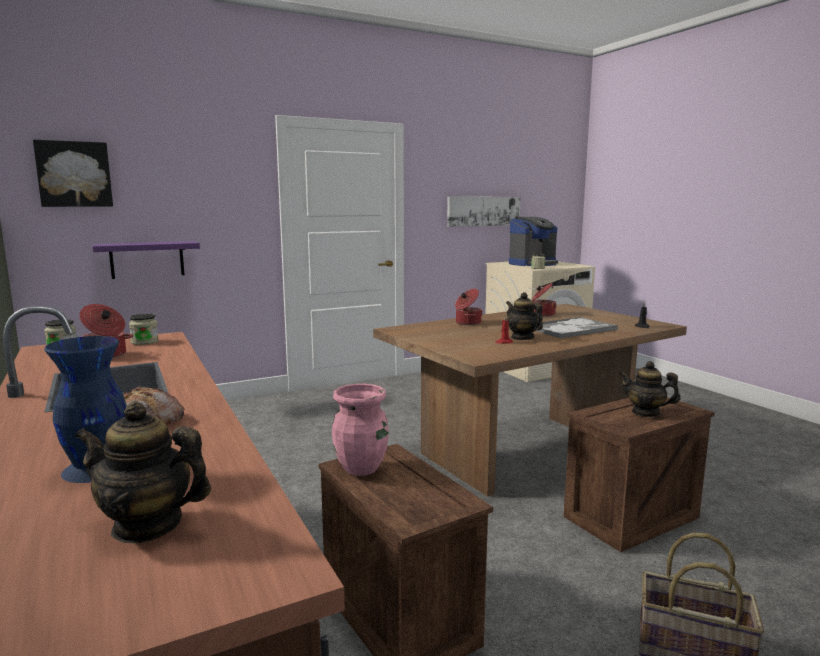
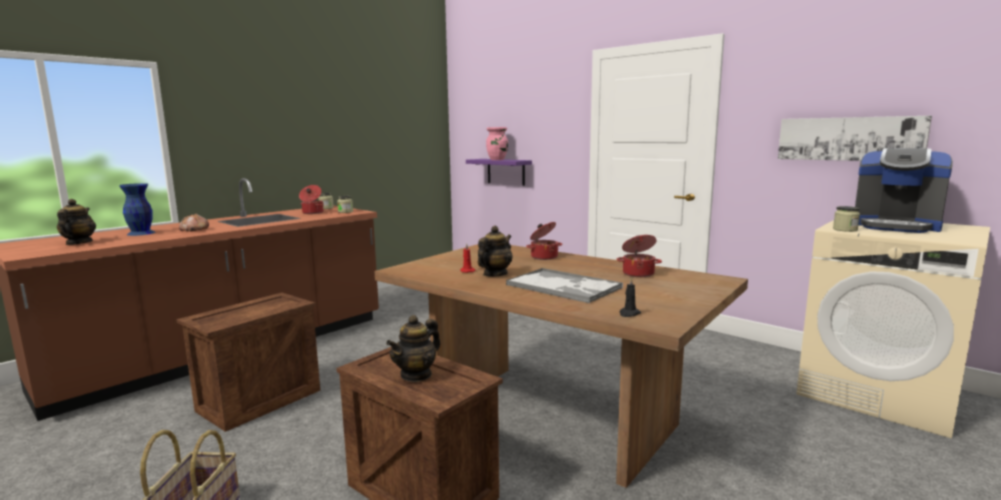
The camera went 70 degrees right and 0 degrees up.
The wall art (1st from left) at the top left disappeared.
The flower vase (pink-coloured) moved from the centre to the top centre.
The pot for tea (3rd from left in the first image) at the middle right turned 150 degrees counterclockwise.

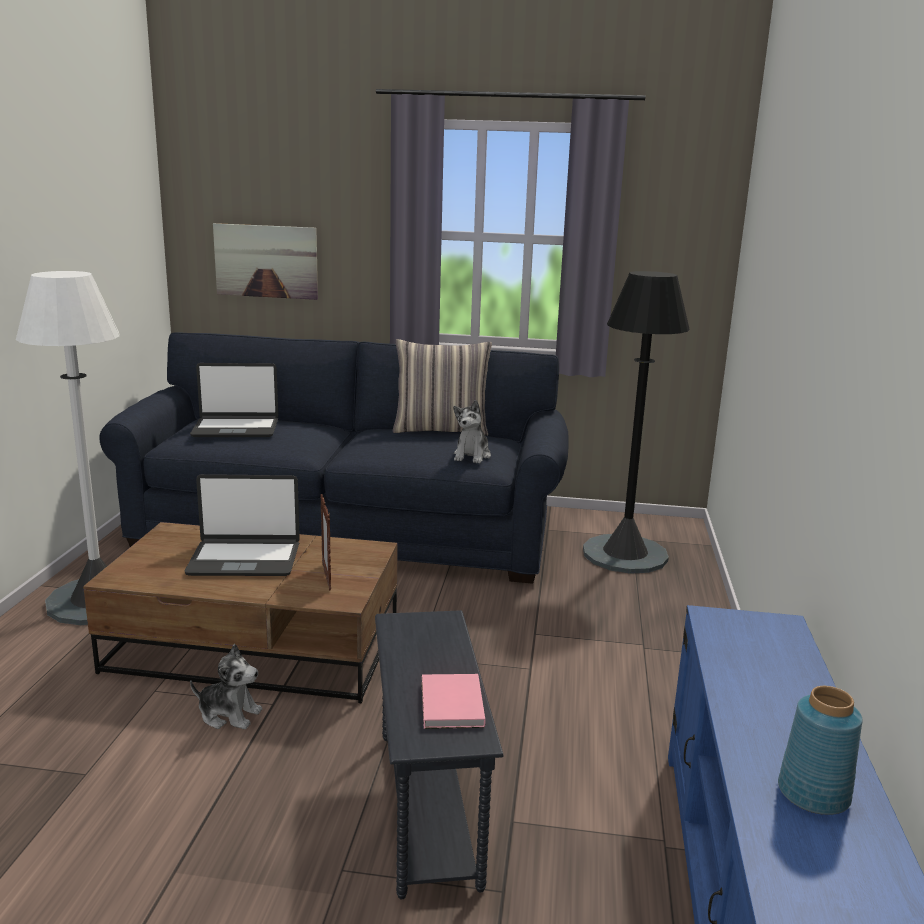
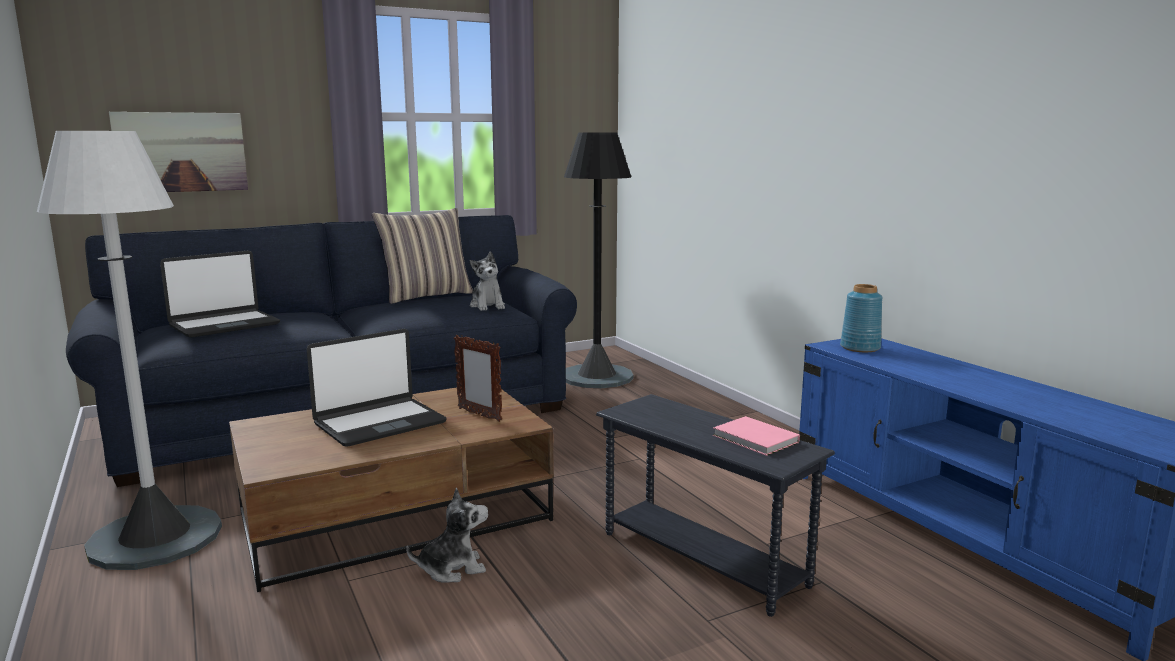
The camera went 35 degrees left and 5 degrees down.
The flower vase (bluish) moved from the bottom right to the middle right.

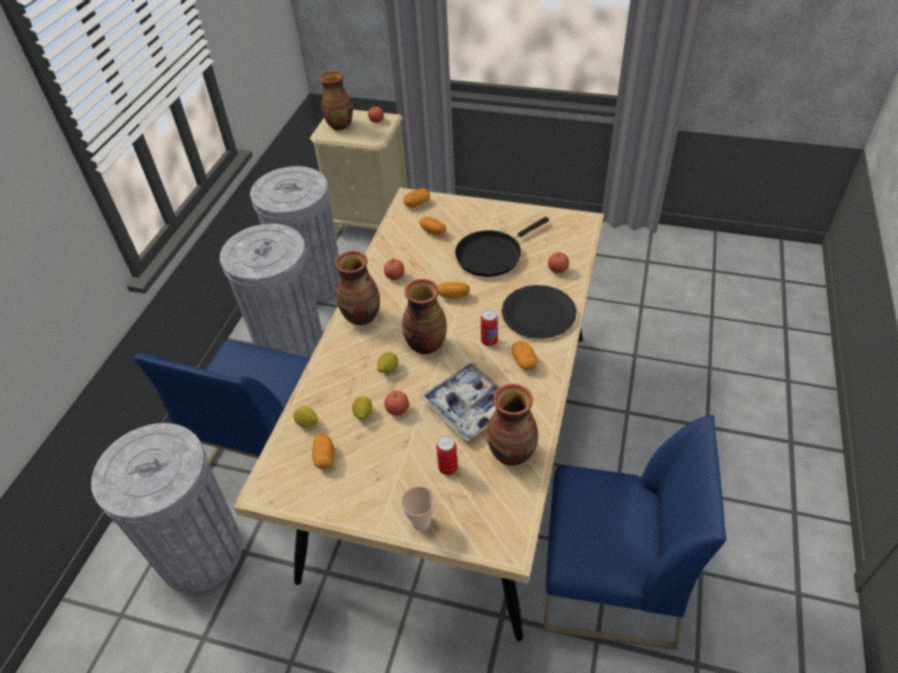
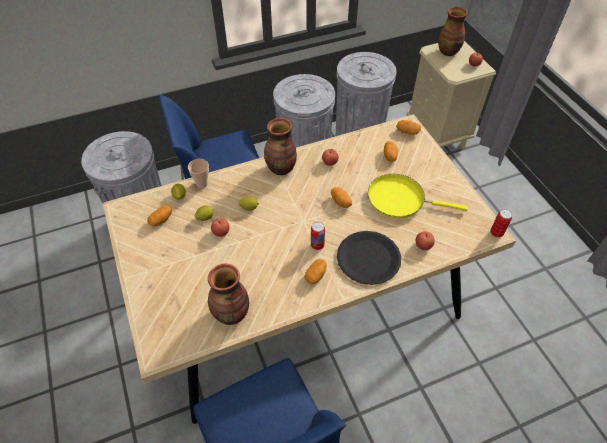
The camera went 50 degrees right and 5 degrees up.
The flower vase (3rd from left) at the centre disappeared.
The serving tray at the centre disappeared.
The cup moved from the bottom centre to the middle left.
The can (1st from left in the first image) moved from the bottom centre to the middle right.
The skillet (black-coloured) at the centre became the skillet (yellow) at the middle right.

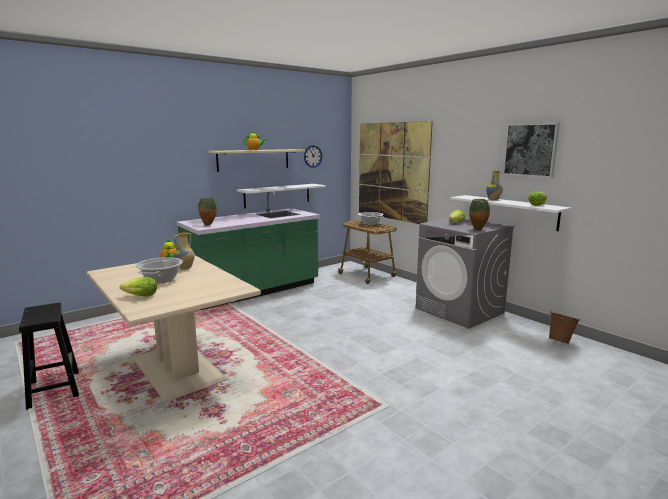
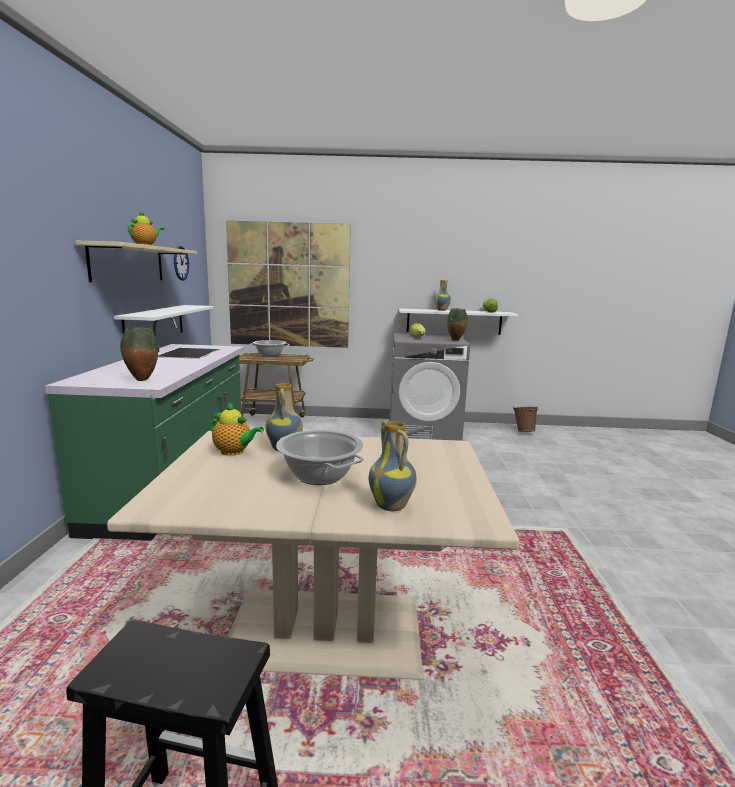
The camera went 50 degrees left and 0 degrees up.
The wall art (2nd from left) at the top right disappeared.
The lettuce head (1st from left) at the middle left was replaced by the flower vase (3rd from left) at the centre.

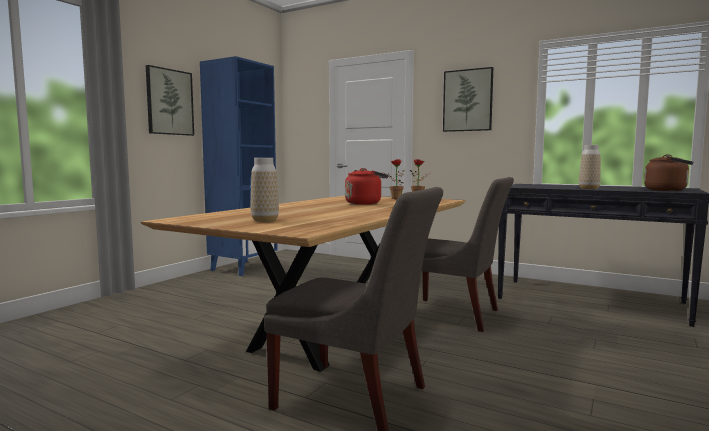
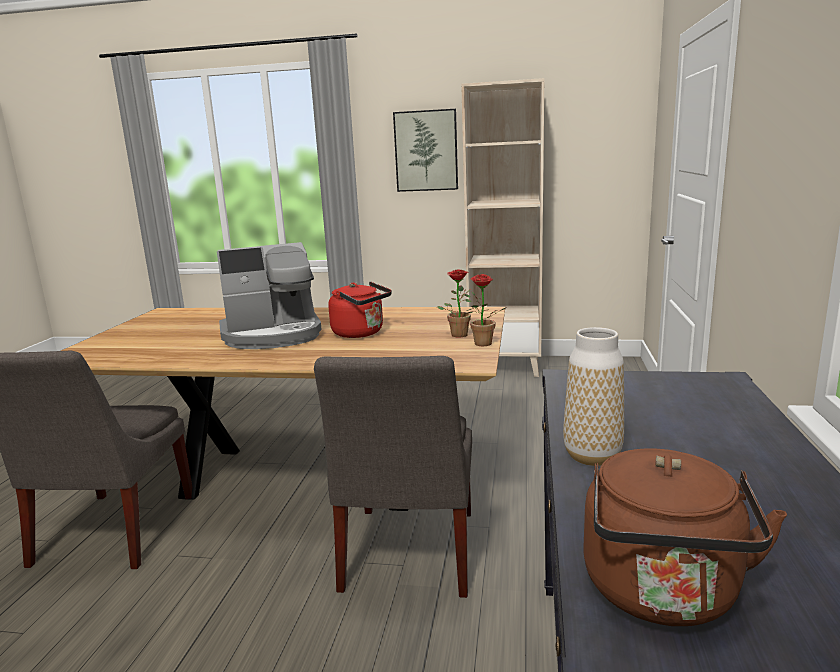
The camera went 70 degrees right and 10 degrees up.
The flower vase (1st from left) at the centre disappeared.
The wall art (2nd from left) at the top centre disappeared.
The coffee brewer at the middle left appeared.
The bookshelf (bluish) at the centre became the bookshelf (beige-coloured) at the centre.

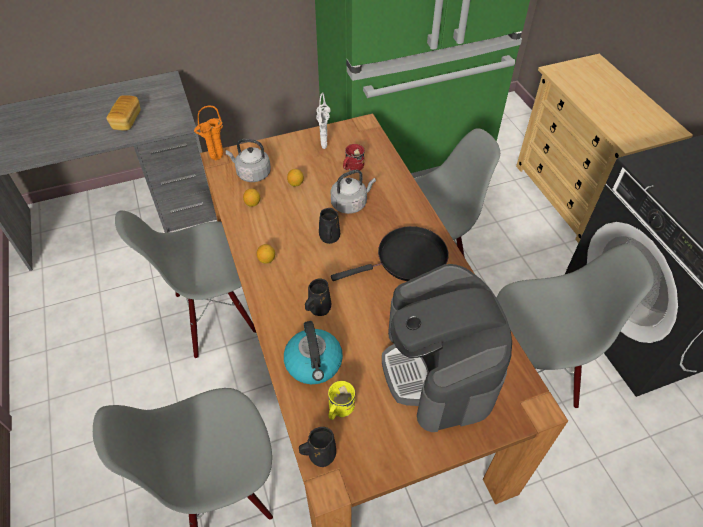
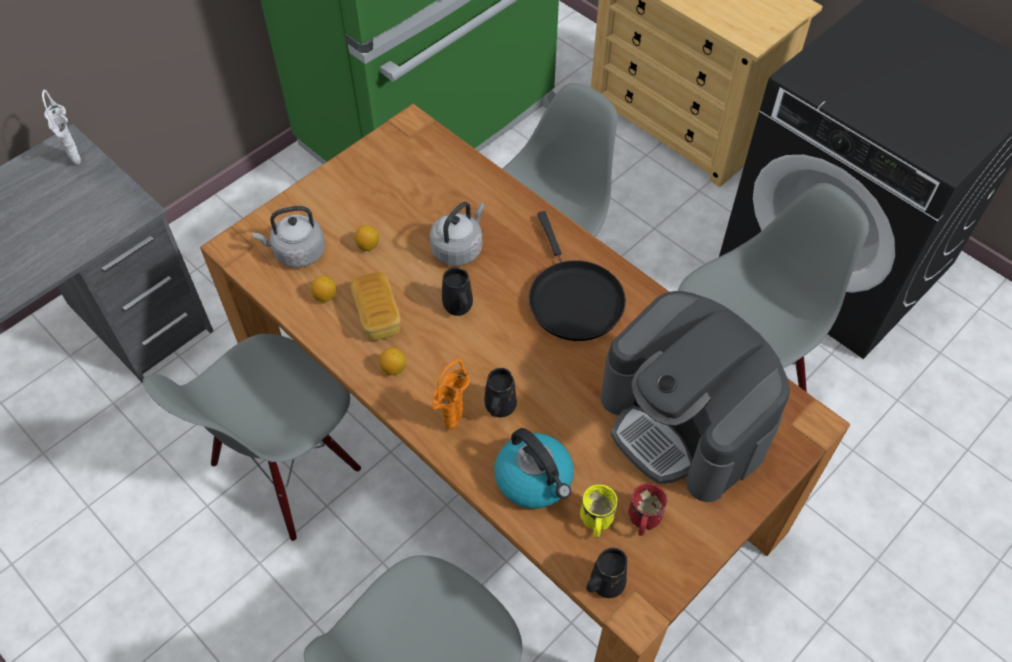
The camera went 25 degrees left and 5 degrees up.
The bread moved from the top left to the centre.
The flower vase (orangey) moved from the top left to the centre.
The flower vase (white) moved from the top centre to the top left.
The mug (reddish) moved from the top centre to the bottom centre.
The skillet (black-coloured) at the centre turned 120 degrees clockwise.

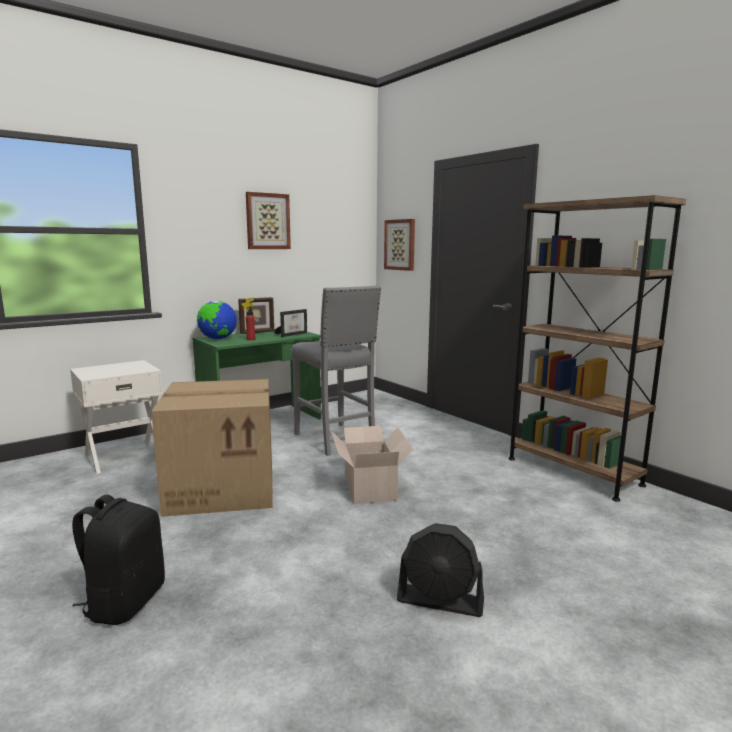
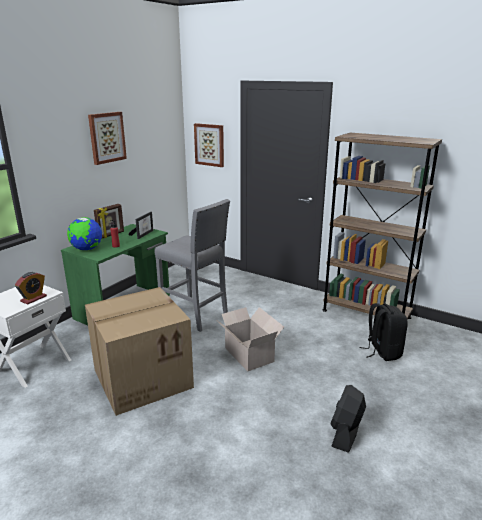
The camera went 20 degrees left and 10 degrees up.
The bedside clock at the middle left appeared.
The rucksack (black-coloured) moved from the bottom left to the middle right.
The electric fan (black-coloured) at the bottom centre turned 120 degrees clockwise.

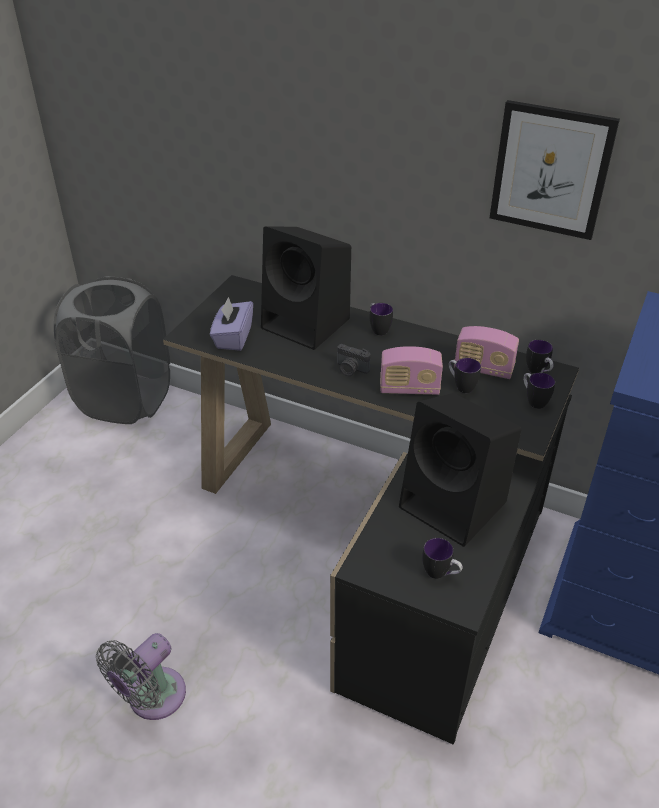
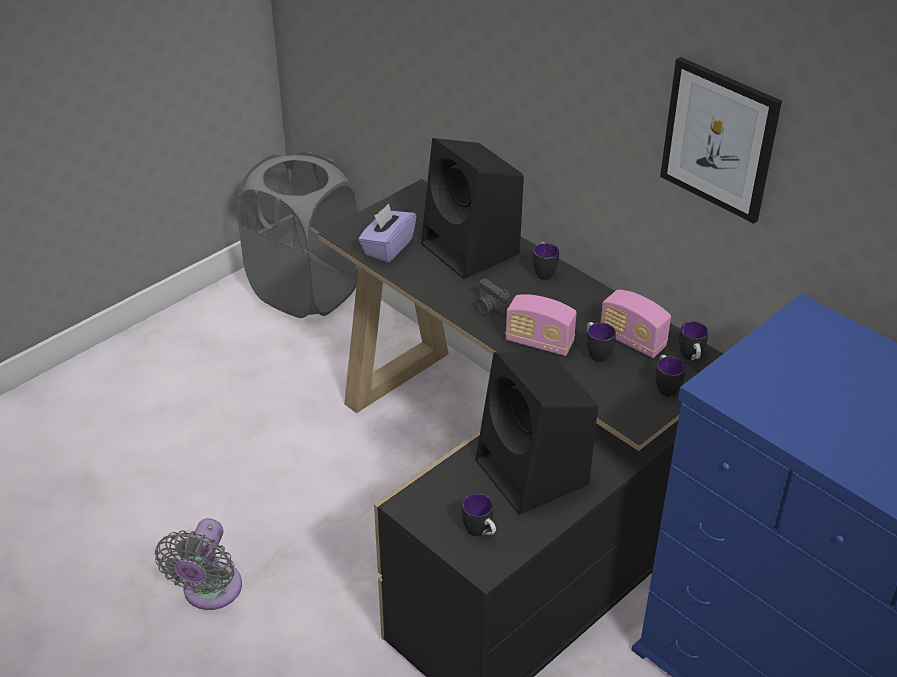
The camera went 20 degrees right and 0 degrees up.
The electric fan (grey) at the bottom left turned 45 degrees counterclockwise.

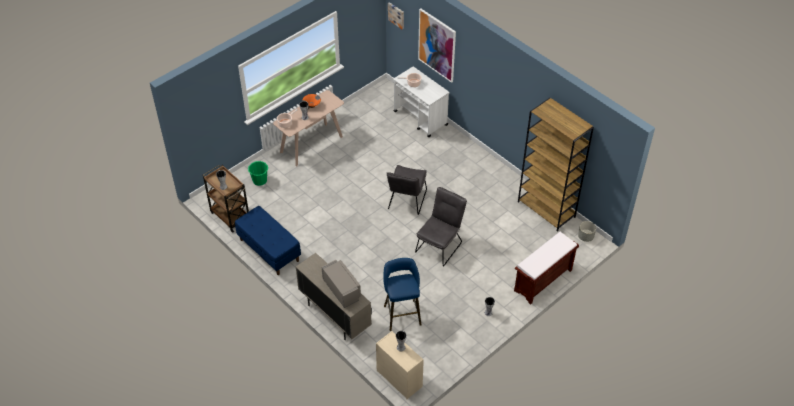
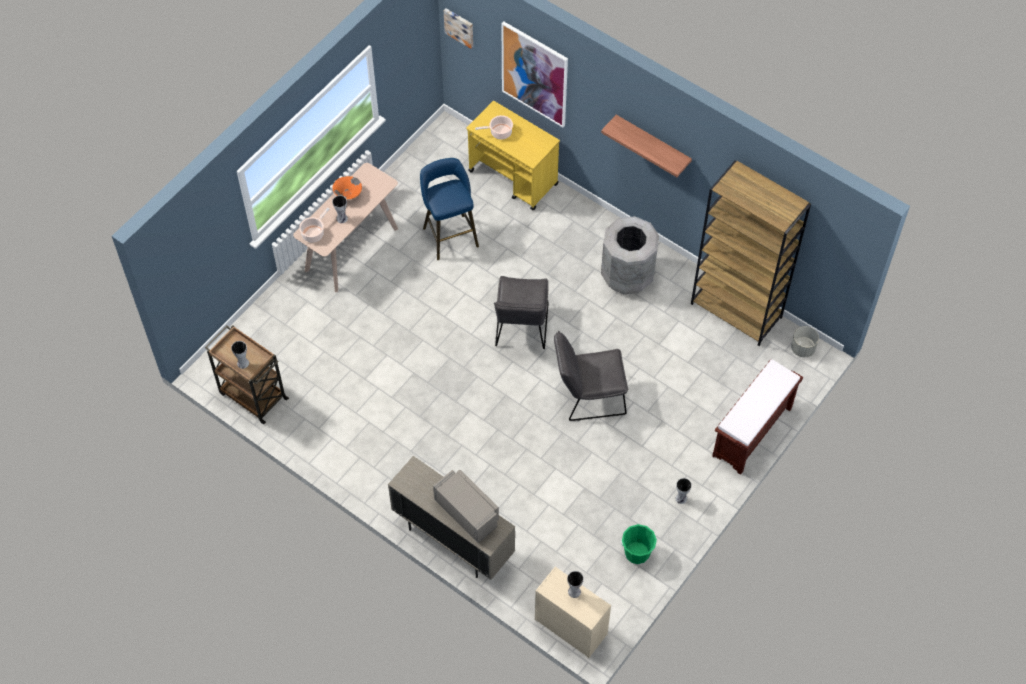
The camera went 10 degrees left and 10 degrees up.
The long seat (bluish) at the centre disappeared.
The shelf at the top centre appeared.
The rubbish bin (grey) at the centre appeared.
The bucket (greenish) moved from the middle left to the bottom centre.
The stool seat (bluish) moved from the bottom centre to the top centre.
The wheeled cart (white) at the top centre became the wheeled cart (yellow) at the top centre.
The upright chair (grey) (2nd from left) at the centre turned 120 degrees counterclockwise.

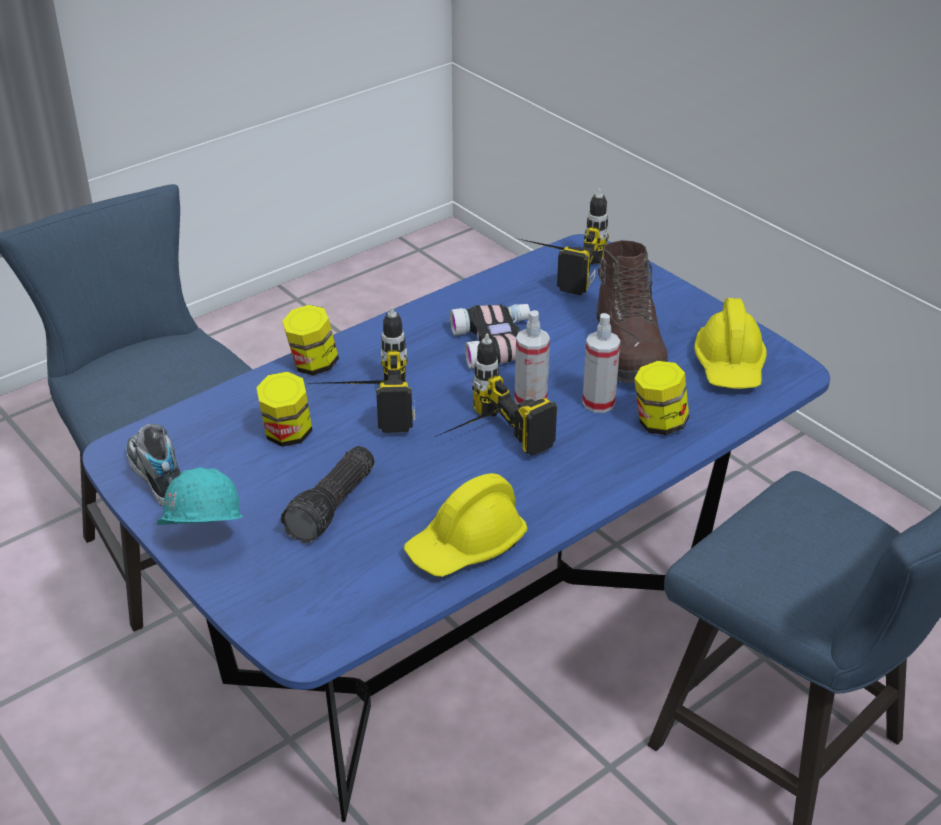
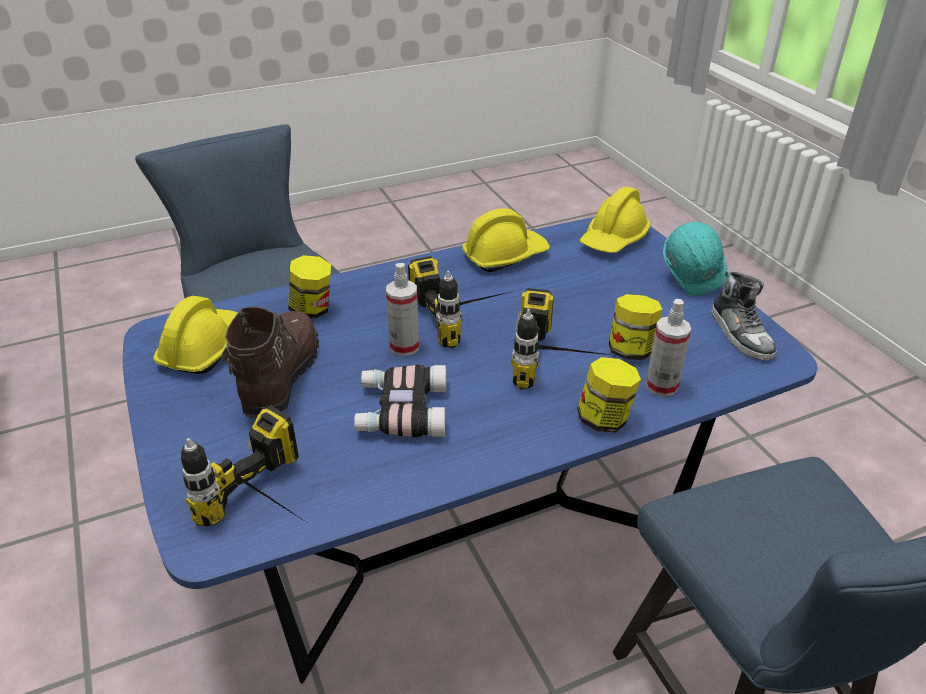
The camera went 165 degrees left and 0 degrees up.
The hand torch at the centre disappeared.
The work helmet (yellow) (3rd from left) at the top centre appeared.
The sprayer (2nd from left) moved from the centre to the middle right.

